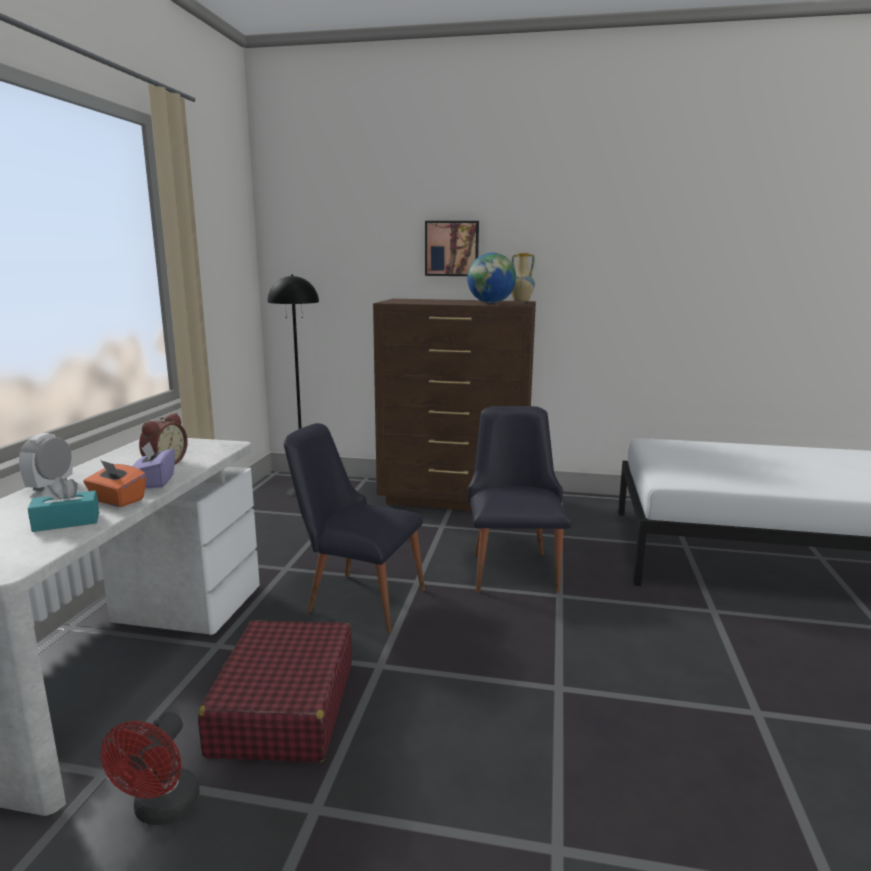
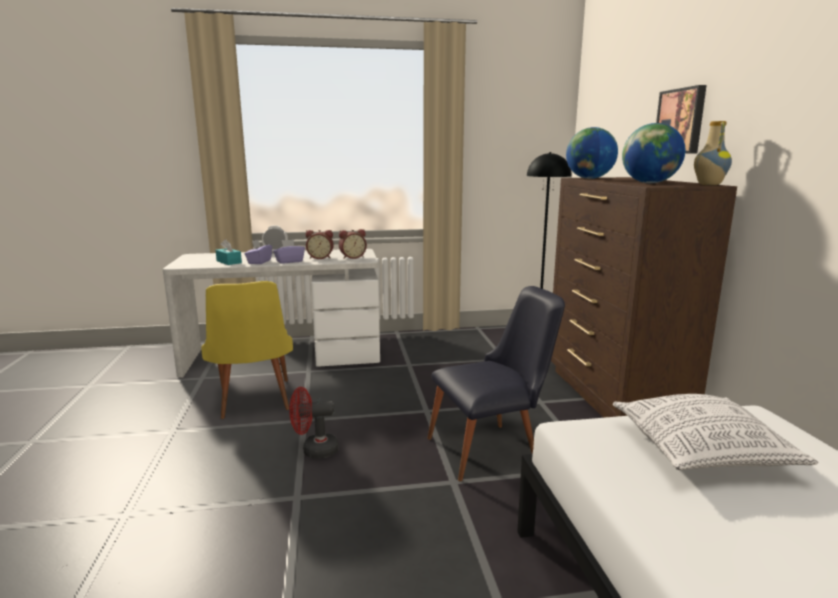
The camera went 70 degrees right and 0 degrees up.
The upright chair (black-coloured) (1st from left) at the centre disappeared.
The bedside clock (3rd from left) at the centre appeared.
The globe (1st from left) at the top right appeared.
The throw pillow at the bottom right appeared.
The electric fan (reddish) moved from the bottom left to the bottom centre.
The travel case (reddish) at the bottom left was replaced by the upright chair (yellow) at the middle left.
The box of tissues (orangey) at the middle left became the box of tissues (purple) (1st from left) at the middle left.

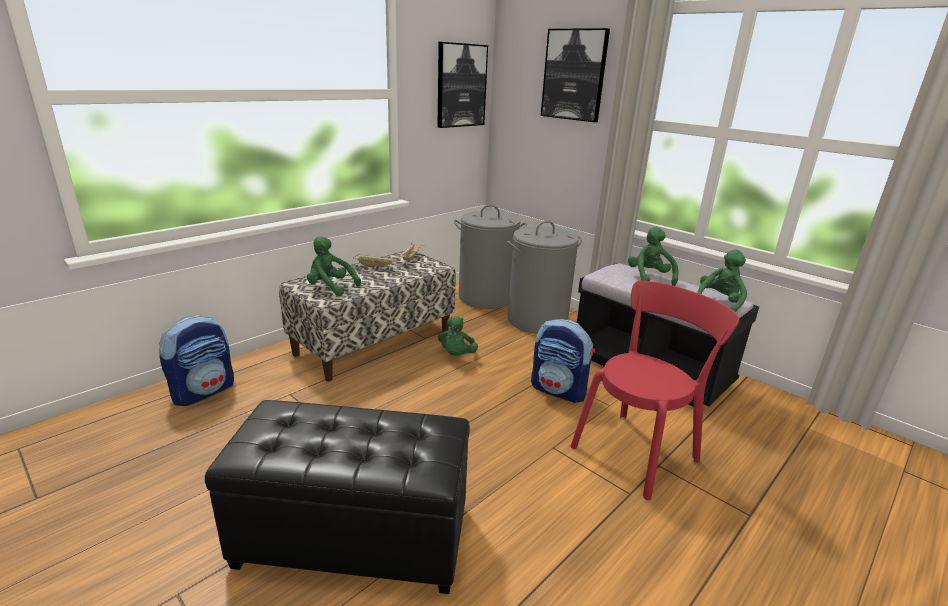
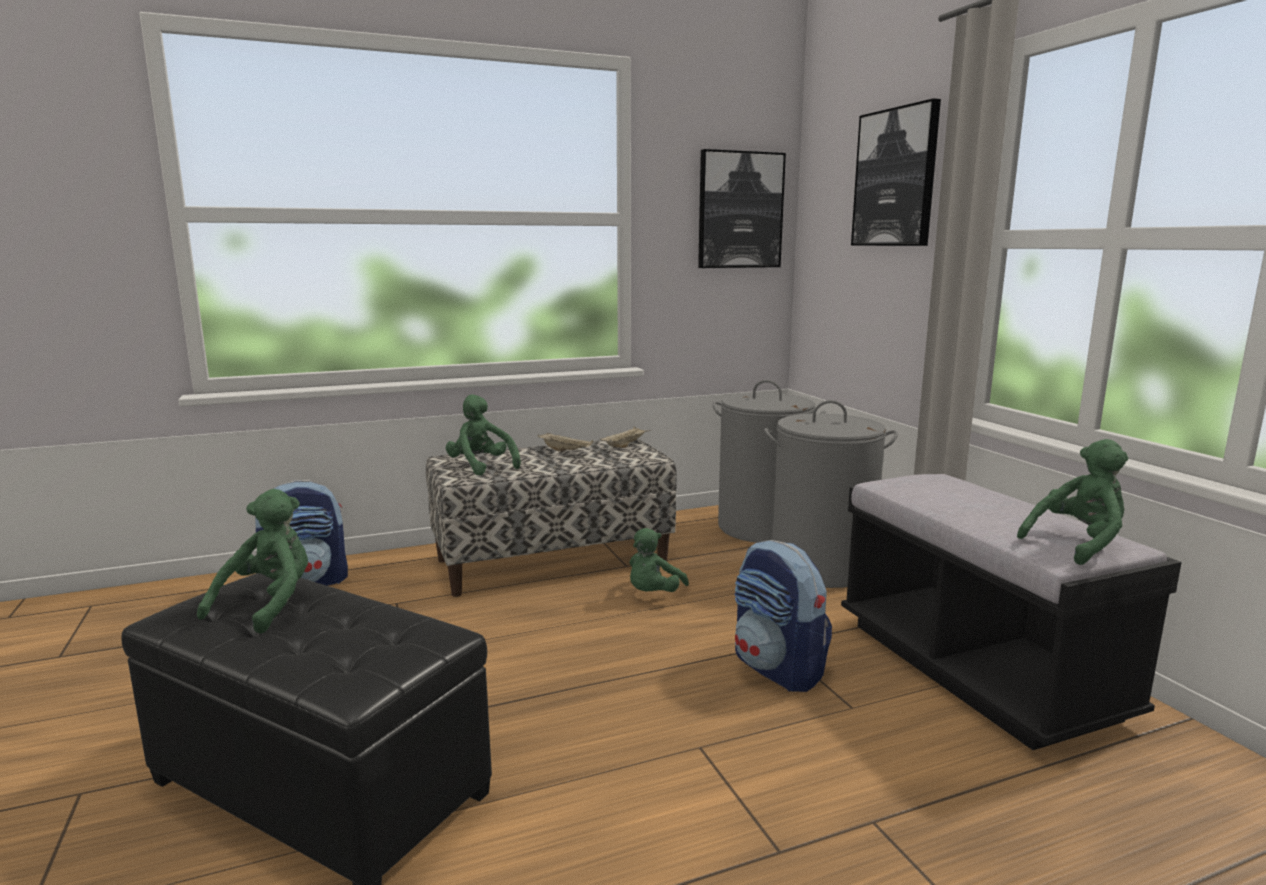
The camera went 25 degrees right and 10 degrees down.
The upright chair (reddish) at the middle right disappeared.
The plush toy (greenish) (3rd from left in the first image) moved from the middle right to the middle left.

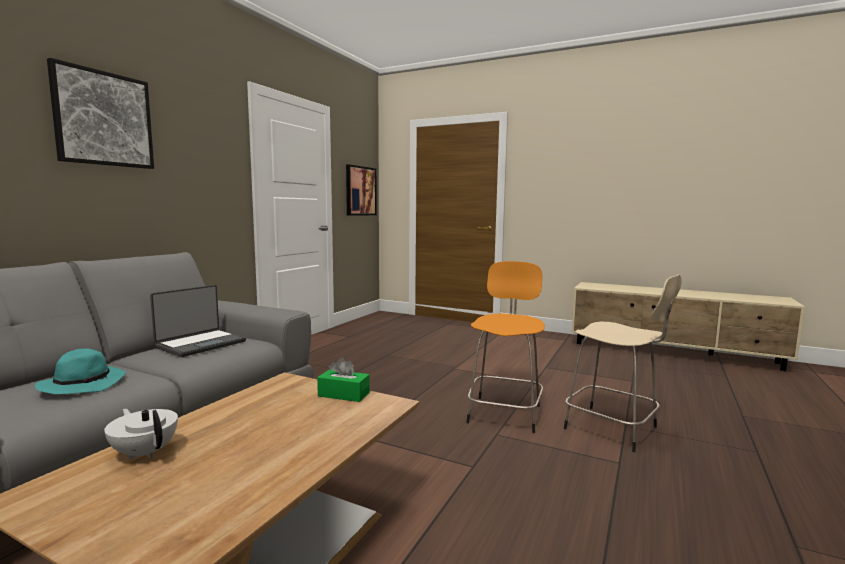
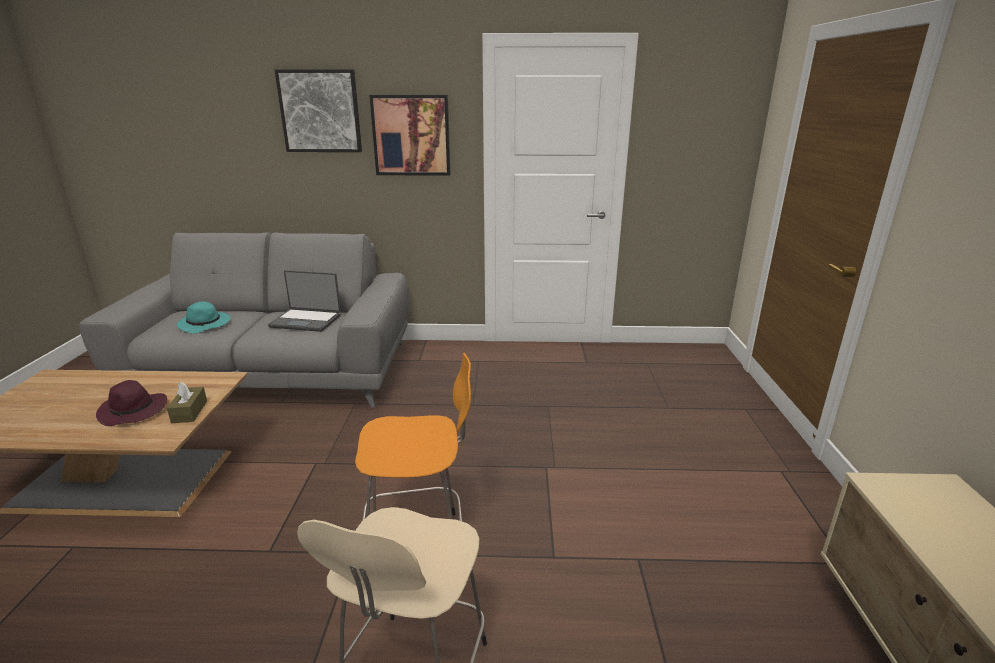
The camera went 65 degrees right and 15 degrees up.
The pot for tea (white) at the bottom left disappeared.
The clothing hat (purple) at the middle left appeared.
The wall art (2nd from left) moved from the centre to the top centre.
The box of tissues (greenish) at the bottom centre became the box of tissues (brown-coloured) at the middle left.

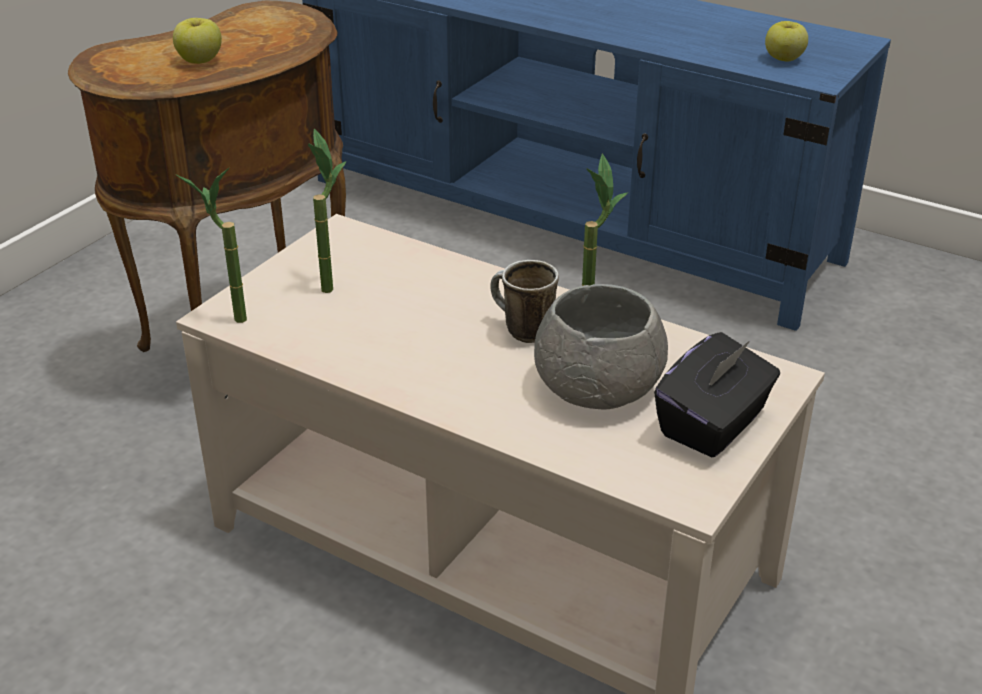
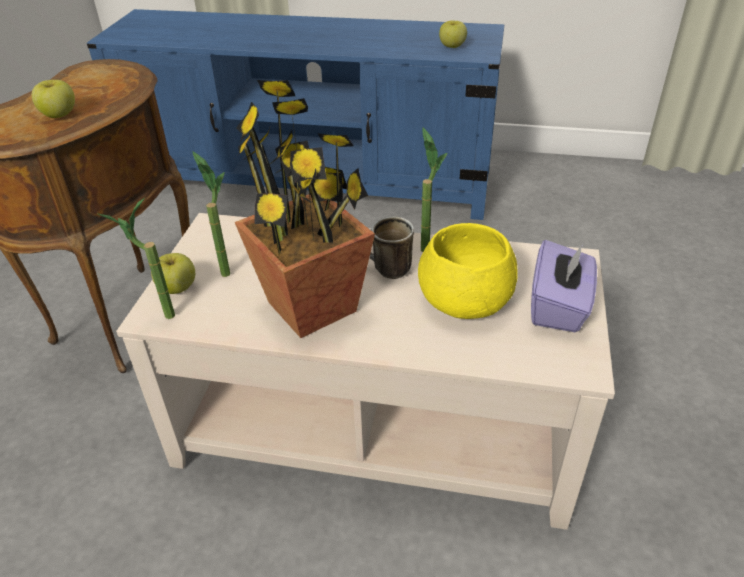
The camera went 20 degrees left and 5 degrees up.
The apple (2nd from left) at the middle left appeared.
The potted plant (3rd from left) at the centre appeared.
The bowl (grey) at the centre became the bowl (yellow) at the centre.
The box of tissues (black-coloured) at the middle right became the box of tissues (purple) at the middle right.

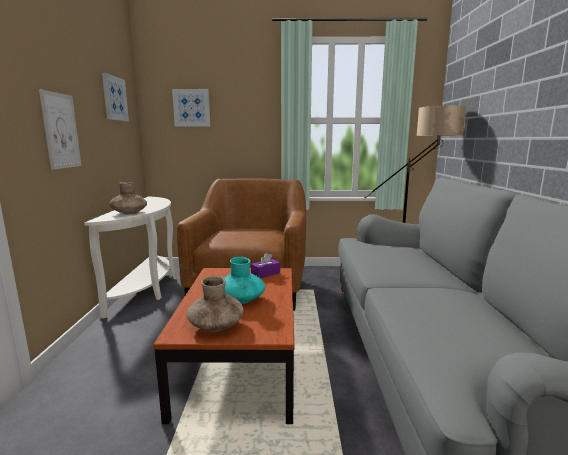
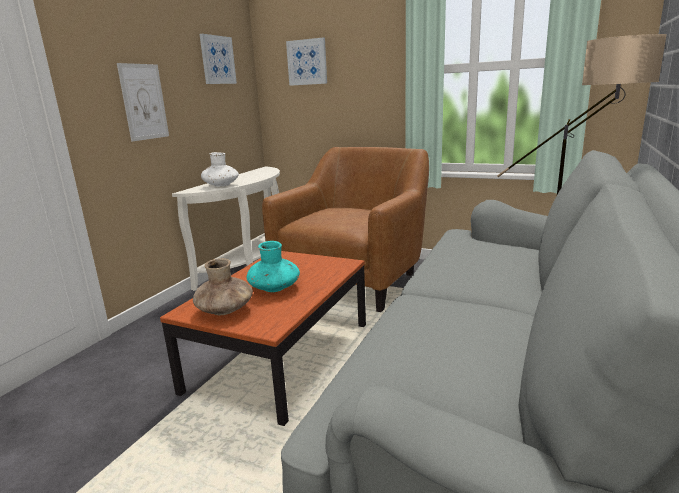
The camera went 25 degrees right and 5 degrees up.
The box of tissues (purple) at the centre disappeared.
The flower vase (brown-coloured) (1st from left) at the middle left became the flower vase (white) at the middle left.

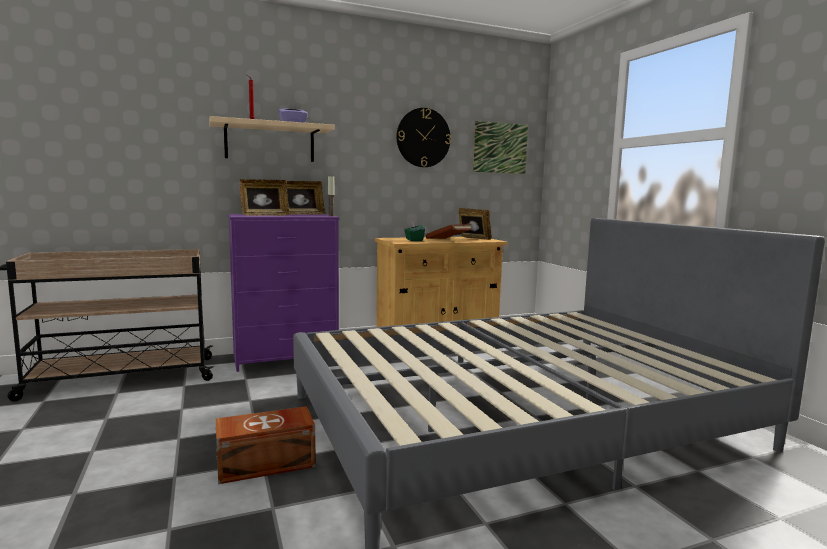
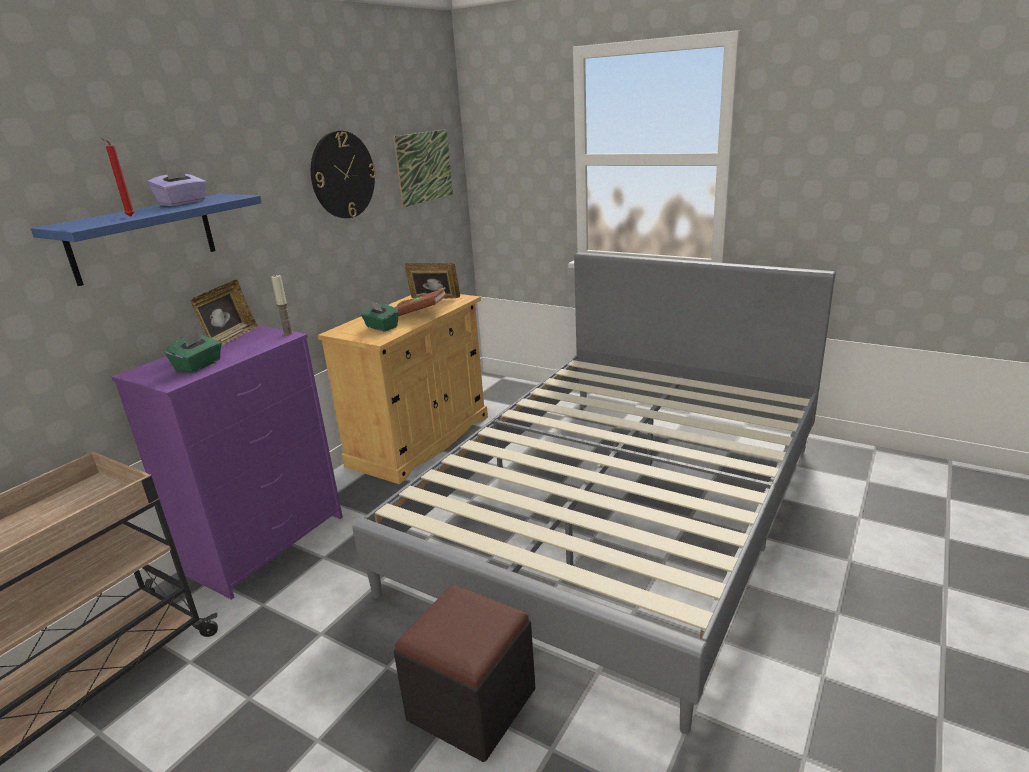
The camera went 35 degrees left and 15 degrees up.
The storage box (brown-coloured) at the bottom left was replaced by the ottoman (black-coloured) at the bottom centre.
The picture frame (1st from left) at the middle left was replaced by the box of tissues (greenish) (1st from left) at the middle left.
The shelf (beige-coloured) at the top left became the shelf (bluish) at the top left.

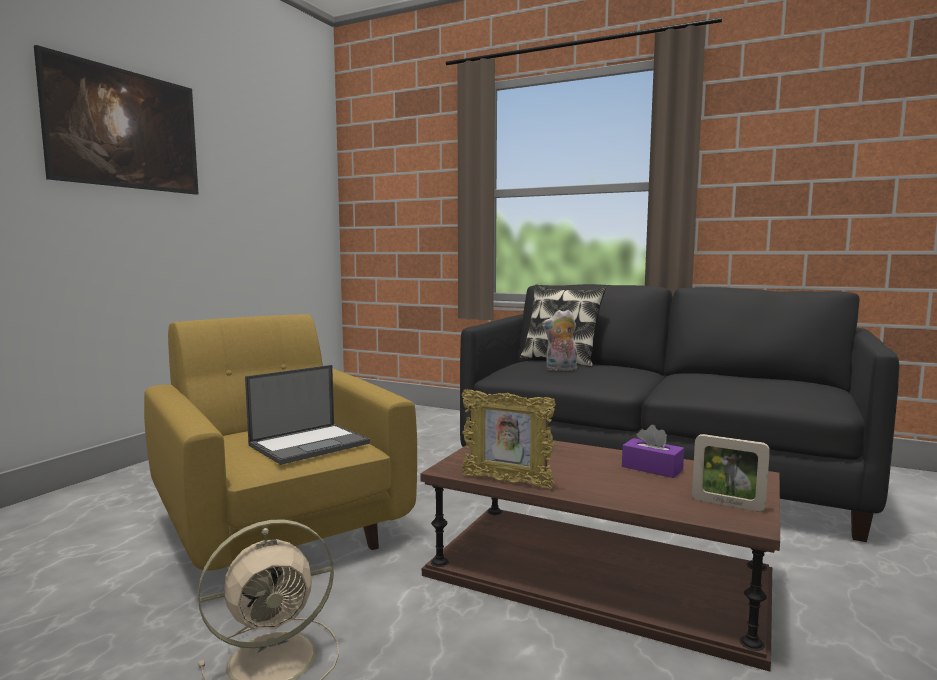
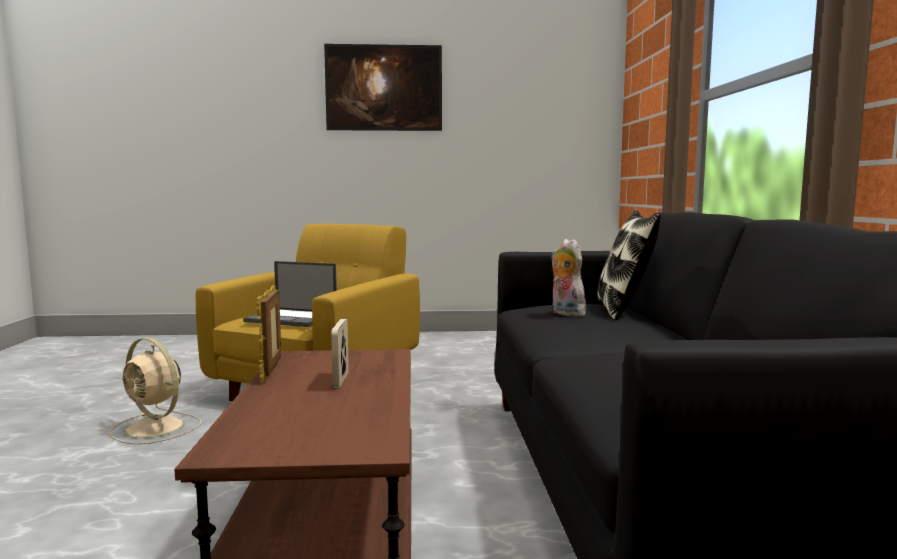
The camera went 60 degrees right and 0 degrees up.
The box of tissues (purple) at the middle right disappeared.
The picture frame (2nd from left) moved from the bottom right to the centre.

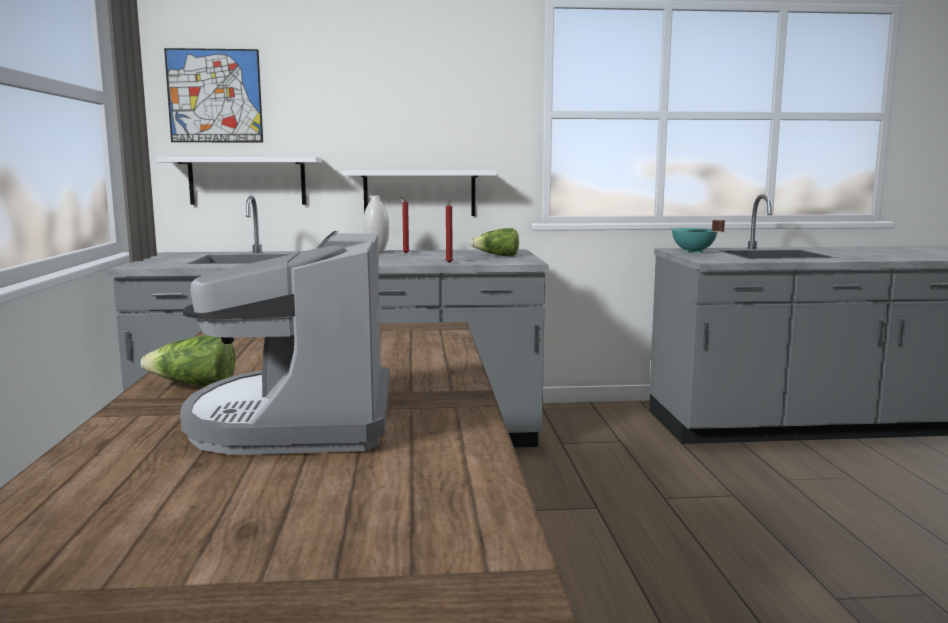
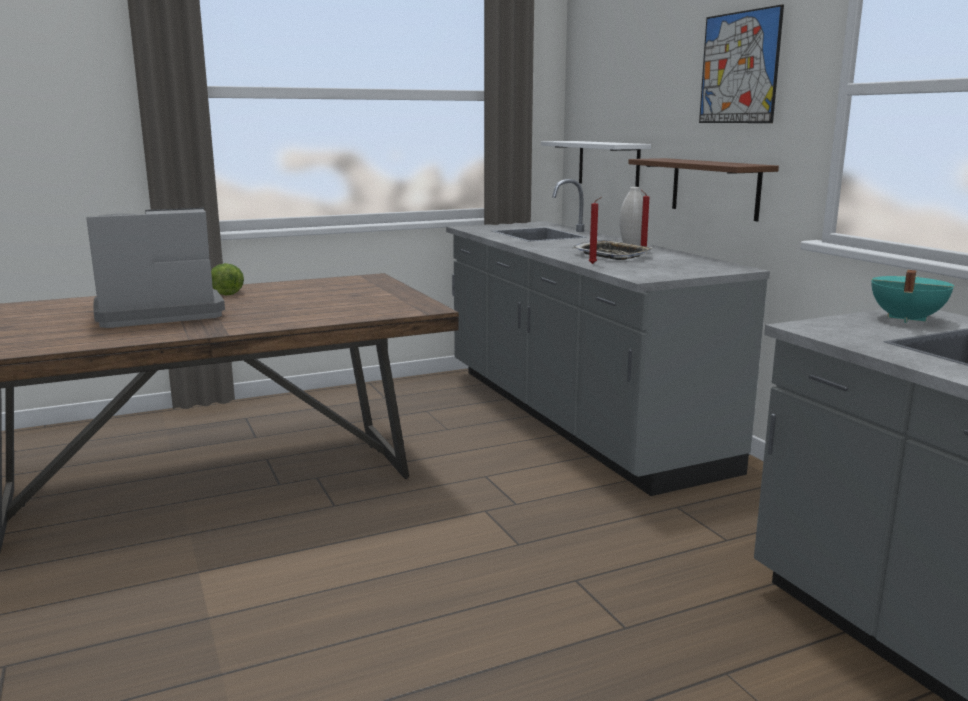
The camera went 70 degrees right and 5 degrees up.
The lettuce head (2nd from left) at the centre disappeared.
The serving tray at the centre appeared.
The wall art moved from the top left to the top right.
The shelf (white) (2nd from left) at the top centre became the shelf (brown-coloured) at the top right.

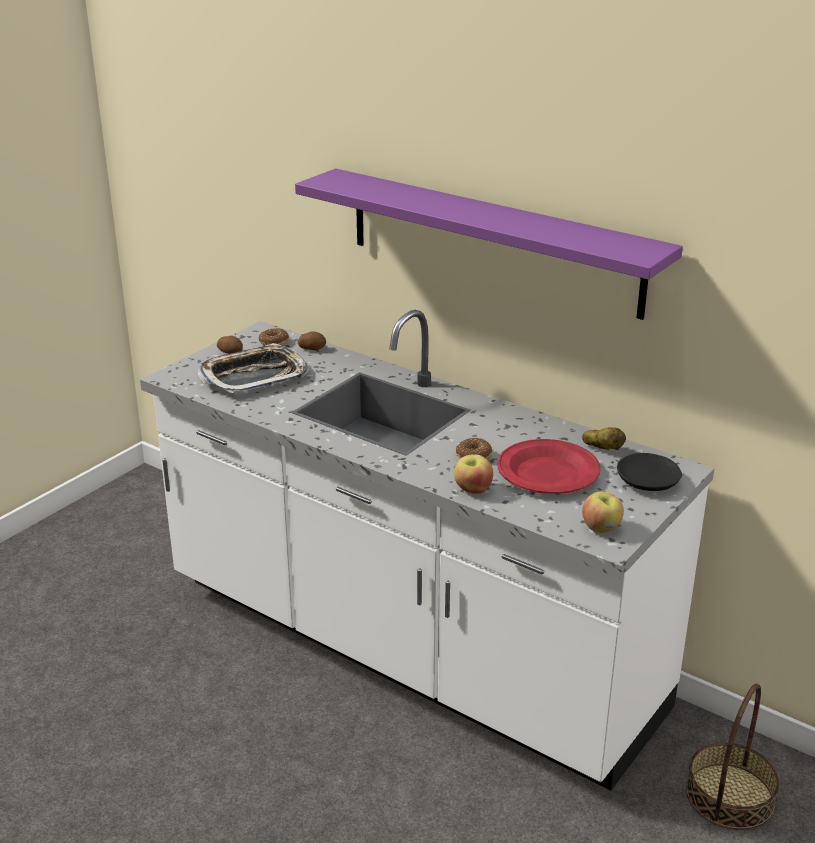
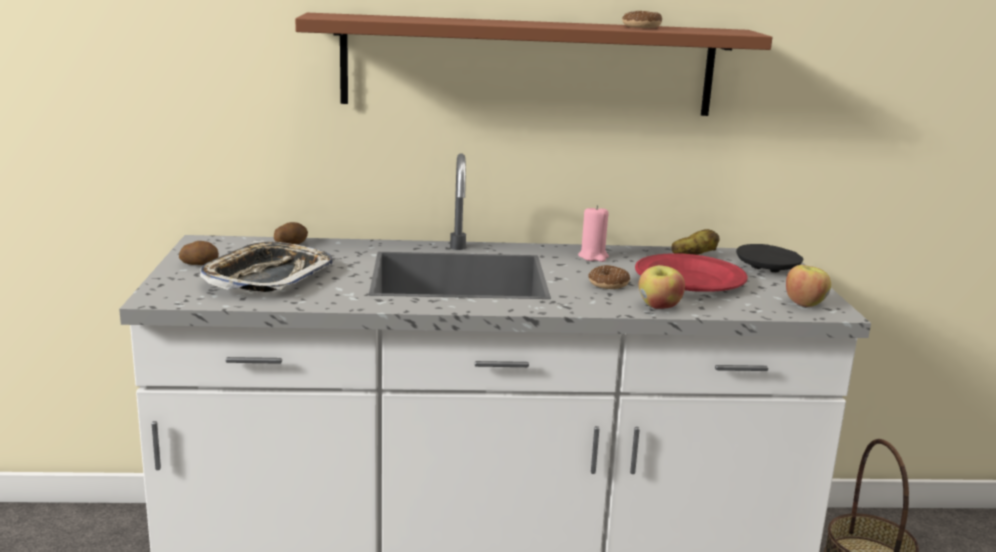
The camera went 40 degrees left and 10 degrees down.
The wax candle (pink-coloured) at the centre appeared.
The doughnut (1st from left in the first image) moved from the centre to the top centre.
The shelf (purple) at the top centre became the shelf (brown-coloured) at the top centre.

